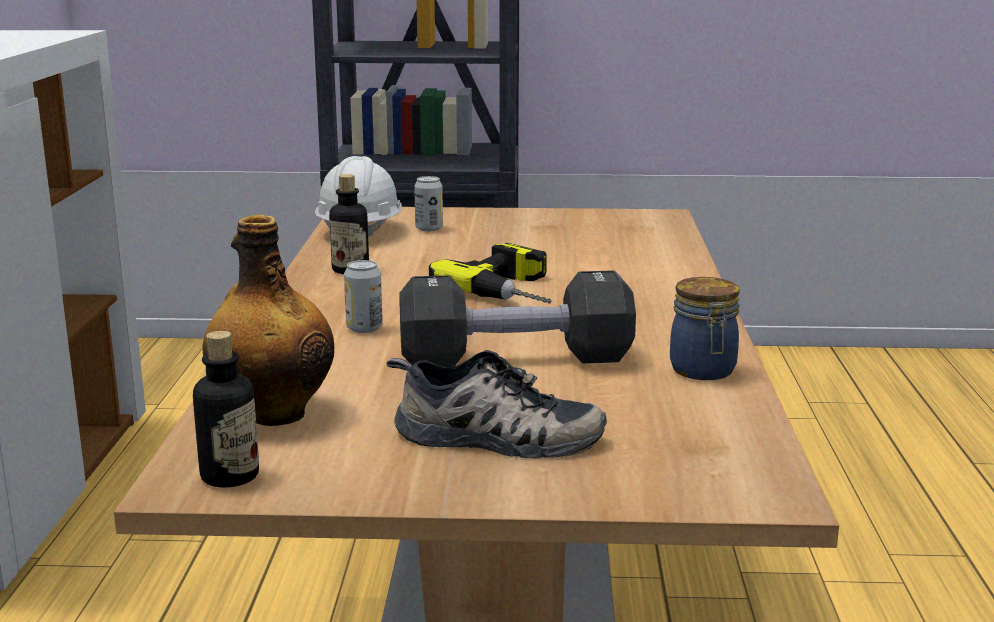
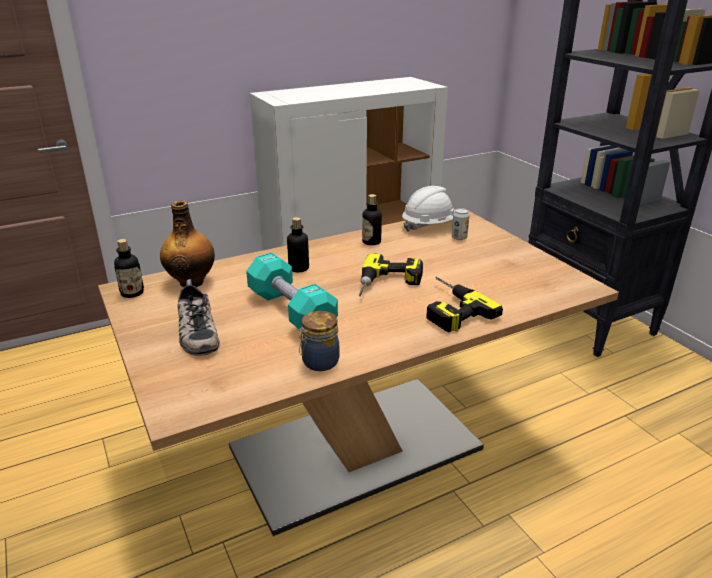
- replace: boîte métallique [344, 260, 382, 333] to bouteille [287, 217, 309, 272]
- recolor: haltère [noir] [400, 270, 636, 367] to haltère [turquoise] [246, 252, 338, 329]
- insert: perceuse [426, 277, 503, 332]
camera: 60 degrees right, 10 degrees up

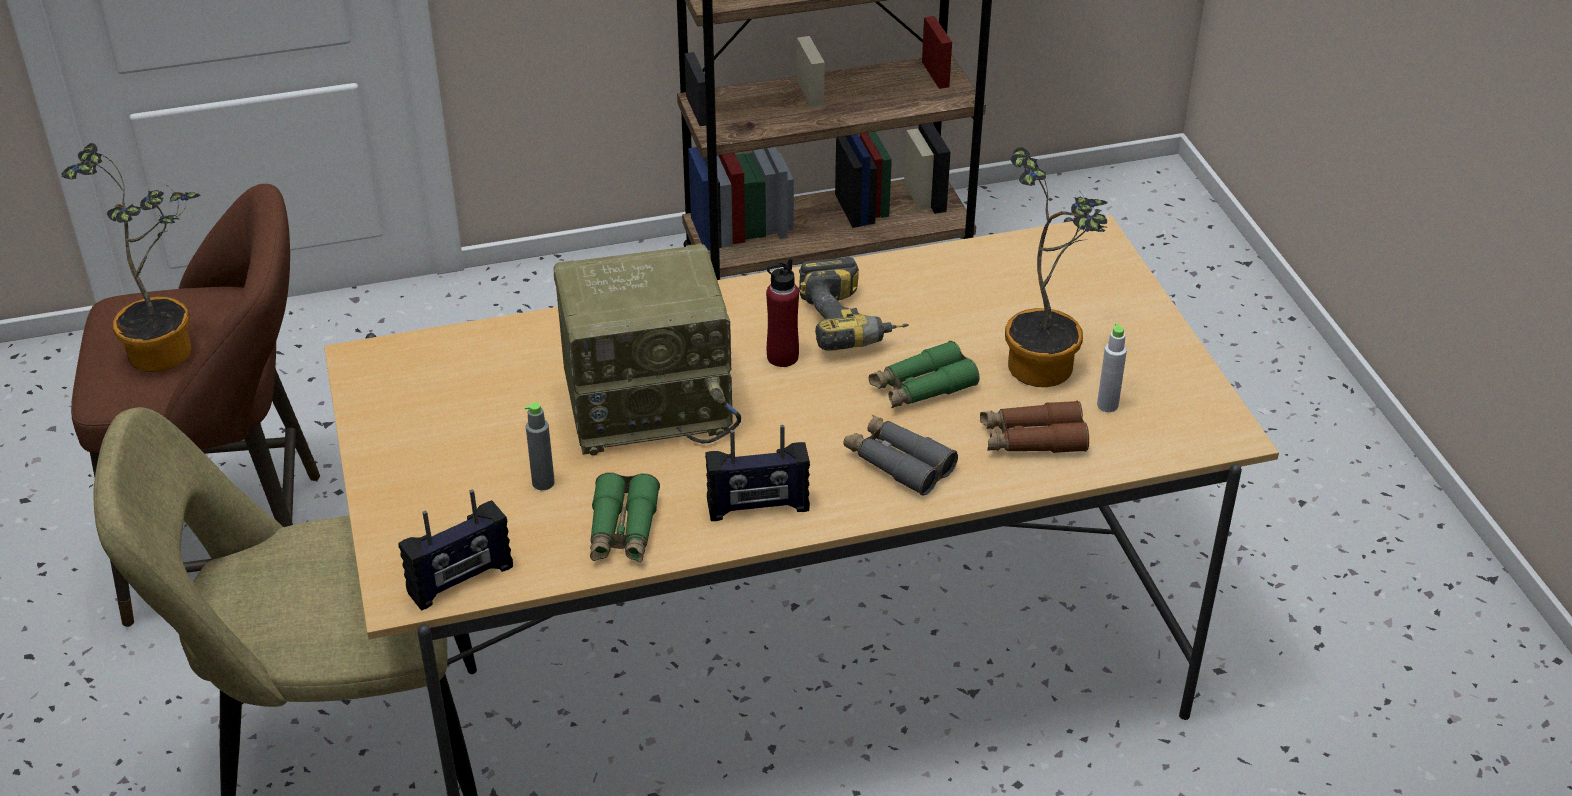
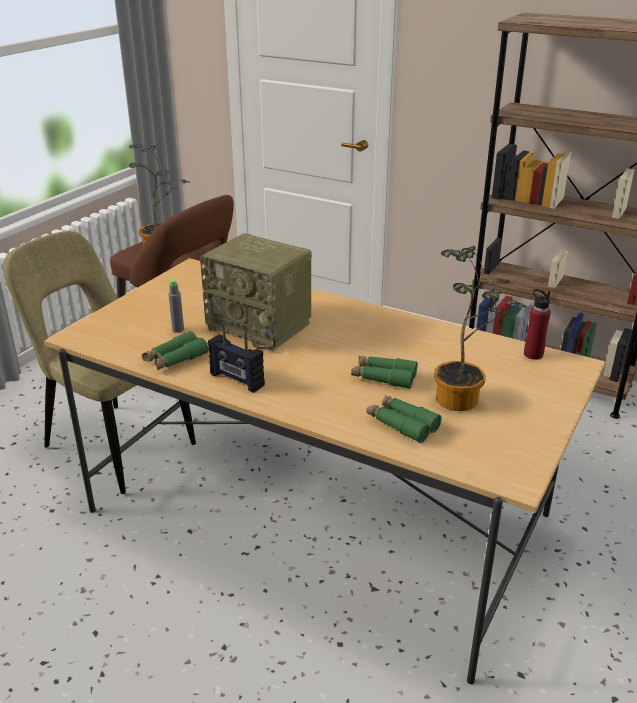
- delete: radio [398, 489, 513, 611]
- move: bouteille [rouge] [766, 258, 799, 367] to [524, 289, 551, 360]
- delete: perceuse [798, 257, 909, 351]
- delete: jumelles [gris] [843, 414, 958, 496]
- recolor: jumelles [marron] [980, 400, 1089, 453] to jumelles [vert] [367, 395, 442, 443]
- delete: bouteille [gris] [1097, 323, 1127, 412]
camera: 45 degrees right, 10 degrees down

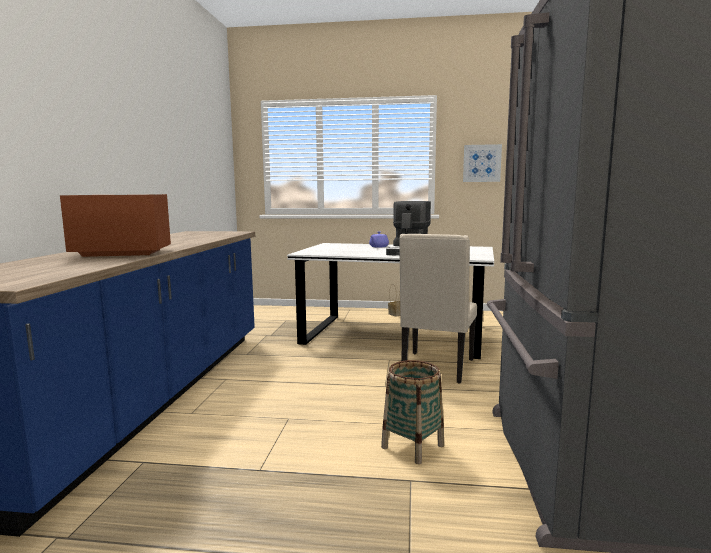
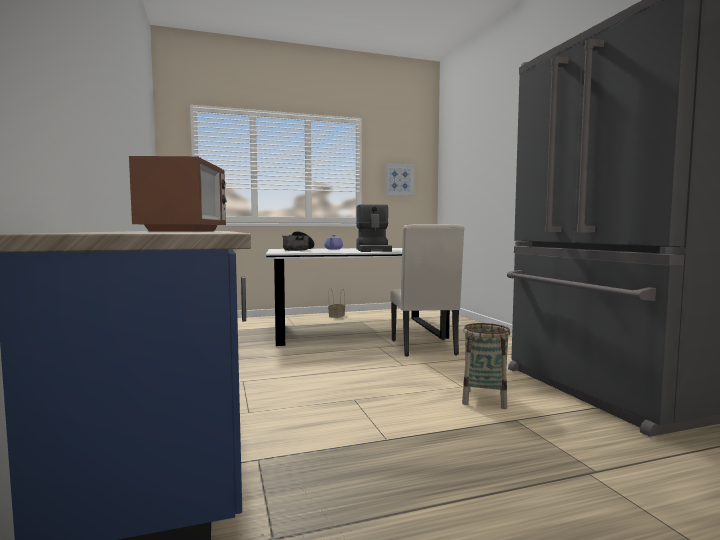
- rotate: micro-ondes [60, 194, 171, 257] = [129, 156, 227, 232] 120 degrees clockwise
- insert: marmite [282, 231, 315, 251]
camera: 25 degrees left, 5 degrees down

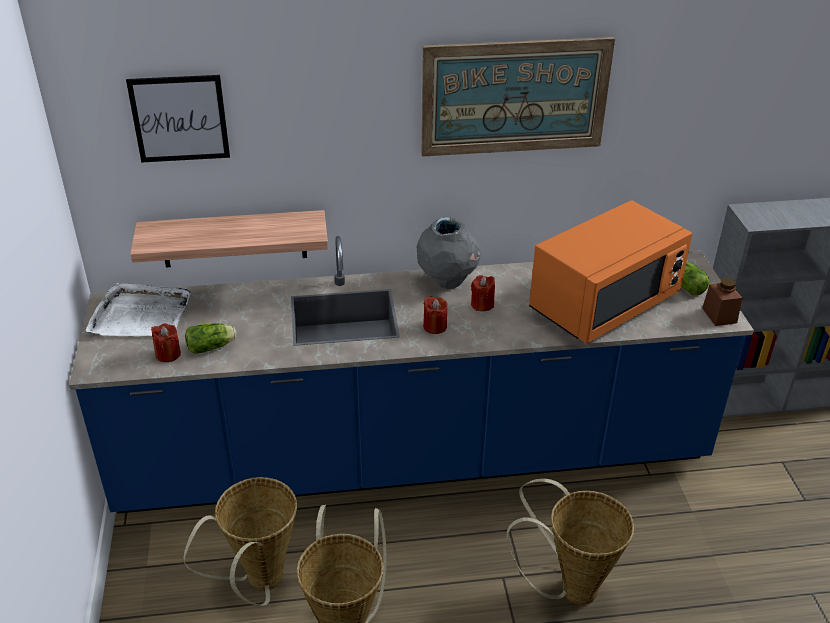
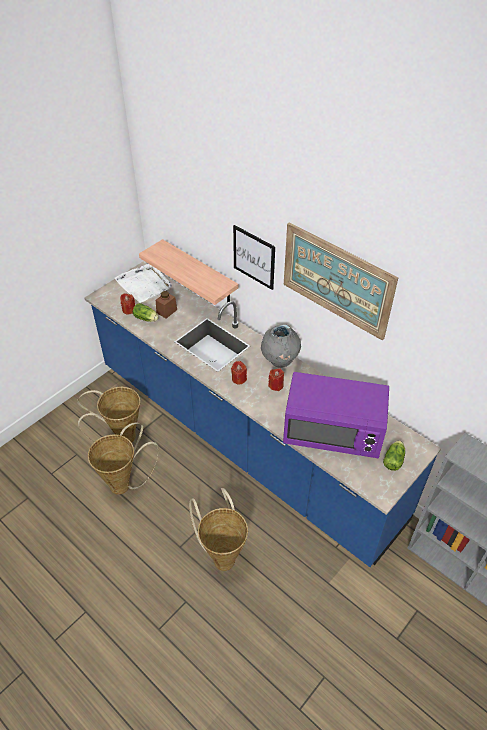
- move: tableau [126, 75, 230, 163] to [233, 225, 275, 290]
- recolor: micro-ondes [orange] [529, 201, 693, 343] to micro-ondes [violet] [283, 372, 389, 458]
- move: bocal [marron] [702, 277, 742, 326] to [156, 291, 177, 318]
camera: 50 degrees right, 10 degrees up

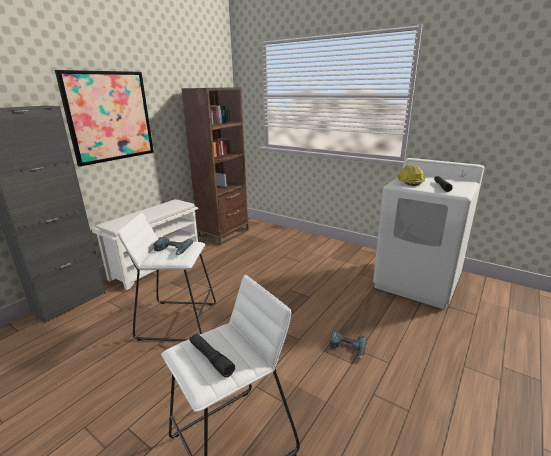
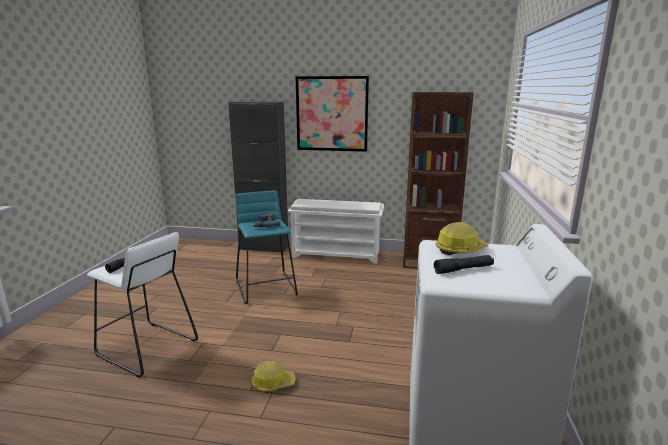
- recolor: tabouret [blanc] [118, 213, 216, 341] to tabouret [turquoise] [235, 191, 298, 304]
- replace: perceuse [329, 330, 367, 360] to casque de chantier [251, 361, 295, 392]
camera: 65 degrees right, 5 degrees down

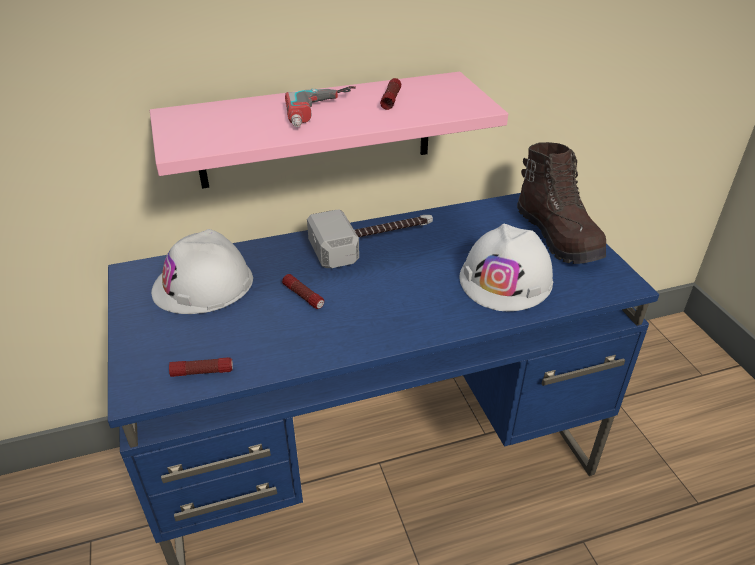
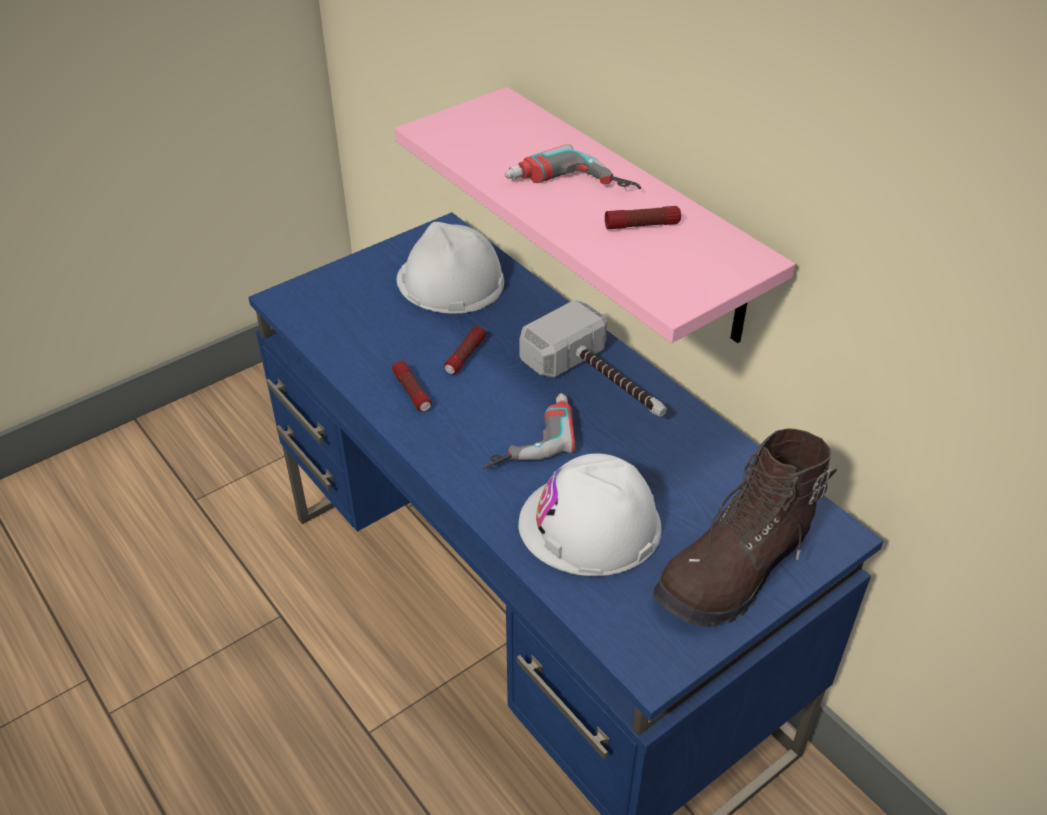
- move: lampe de poche [169, 357, 233, 377] to [392, 361, 432, 411]
- insert: perceuse [482, 393, 575, 469]
camera: 70 degrees right, 5 degrees up

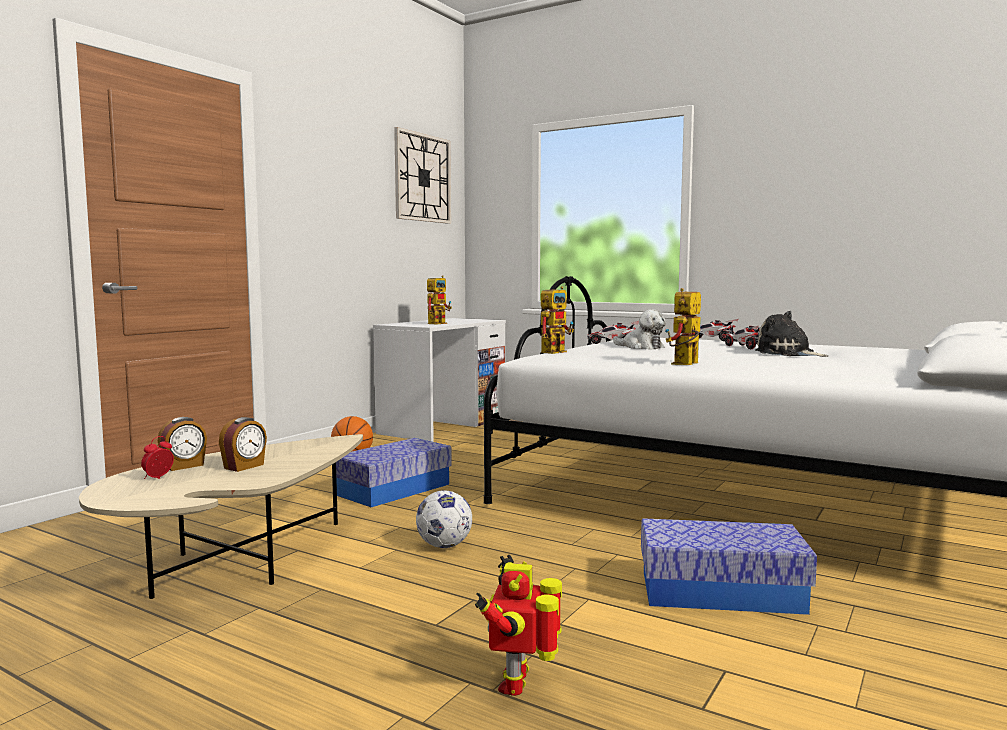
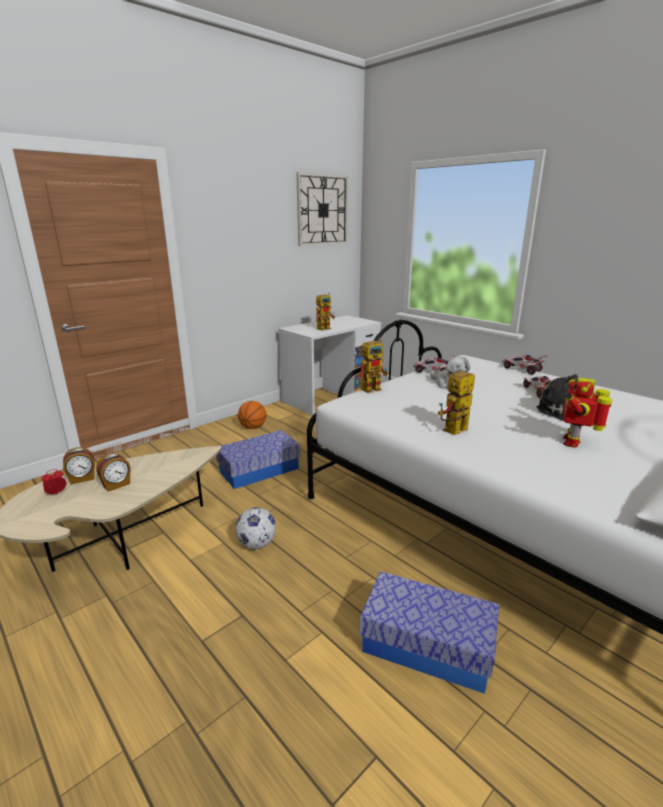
- move: robot jouet [475, 555, 562, 696] to [563, 375, 612, 448]
camera: 15 degrees right, 15 degrees up

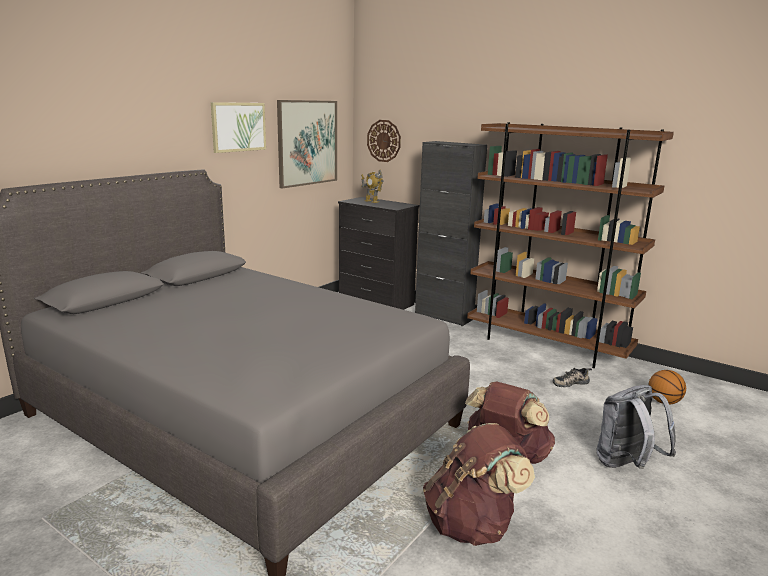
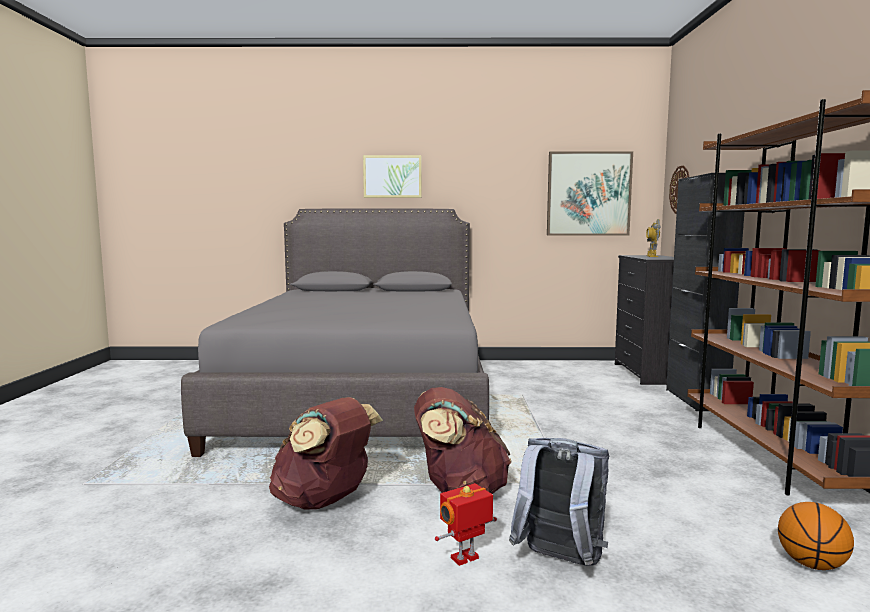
- move: tableau [211, 102, 266, 153] to [363, 155, 422, 198]
- delete: chaussure [553, 368, 592, 387]
- insert: robot jouet [435, 483, 497, 566]
camera: 55 degrees right, 10 degrees down

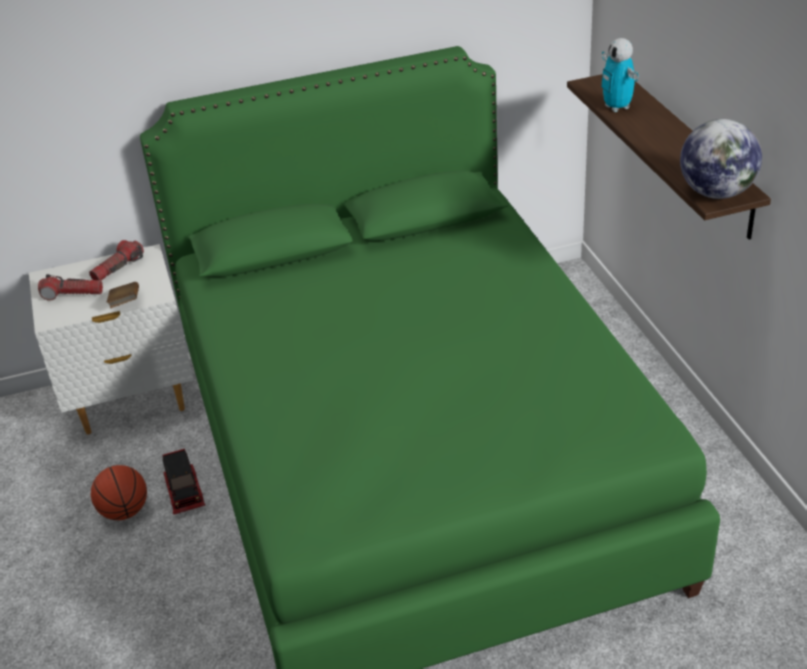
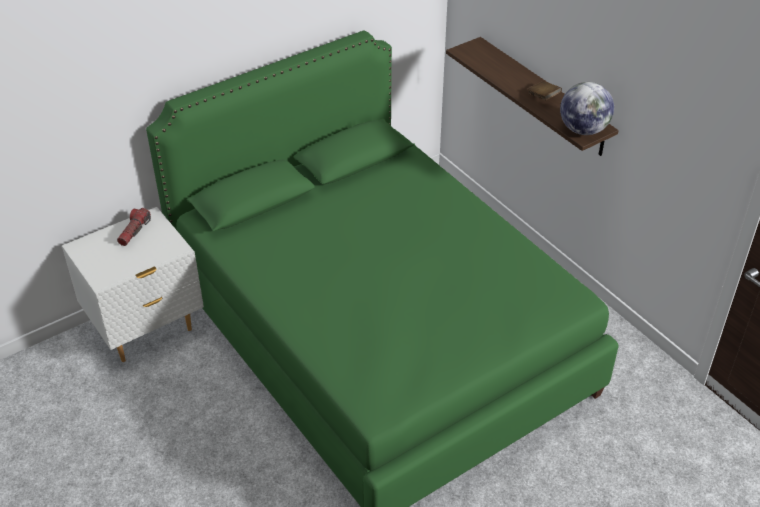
- delete: lampe de poche [38, 274, 103, 301]
- delete: ballon de basket [91, 465, 147, 520]
- move: livre [marron] [107, 282, 139, 308] to [527, 81, 562, 101]
- delete: camion jouet [162, 449, 205, 515]
- delete: robot jouet [601, 38, 639, 112]
camera: 20 degrees left, 5 degrees up

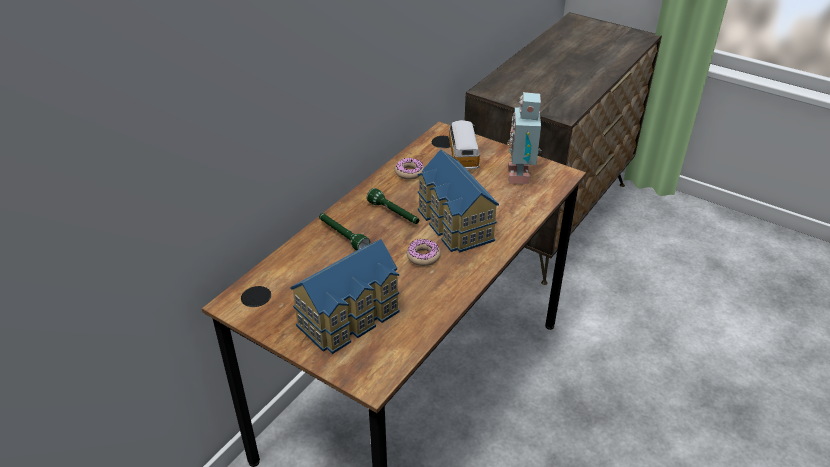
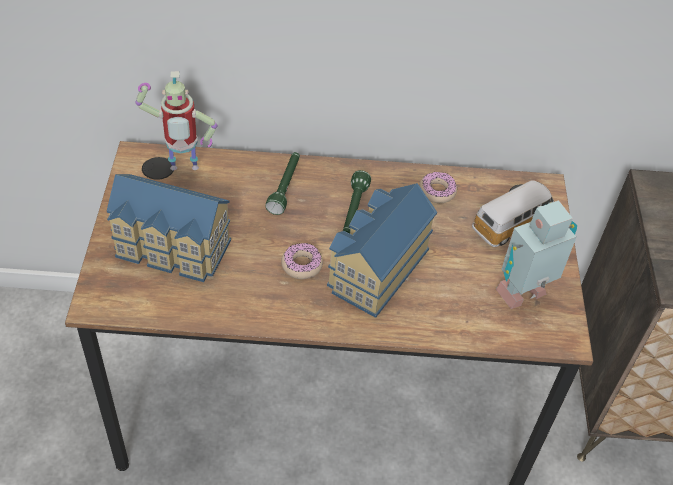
- insert: robot jouet [136, 71, 218, 170]
camera: 55 degrees right, 10 degrees up

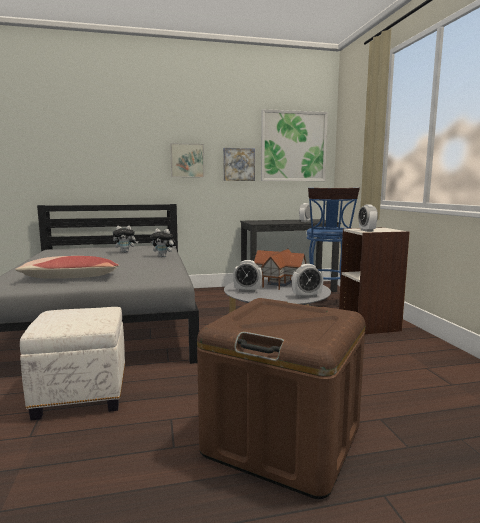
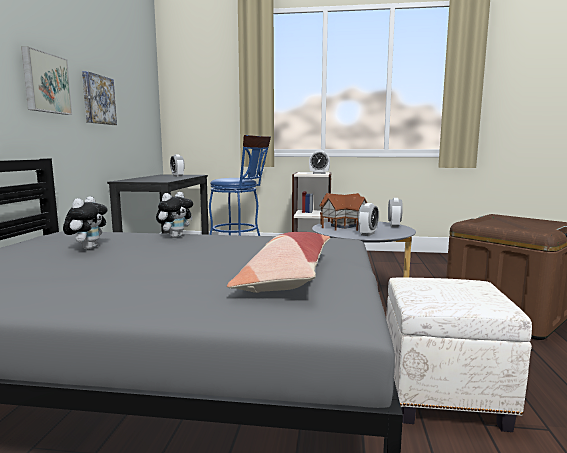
- delete: tableau [261, 109, 328, 181]
camera: 70 degrees left, 0 degrees up

